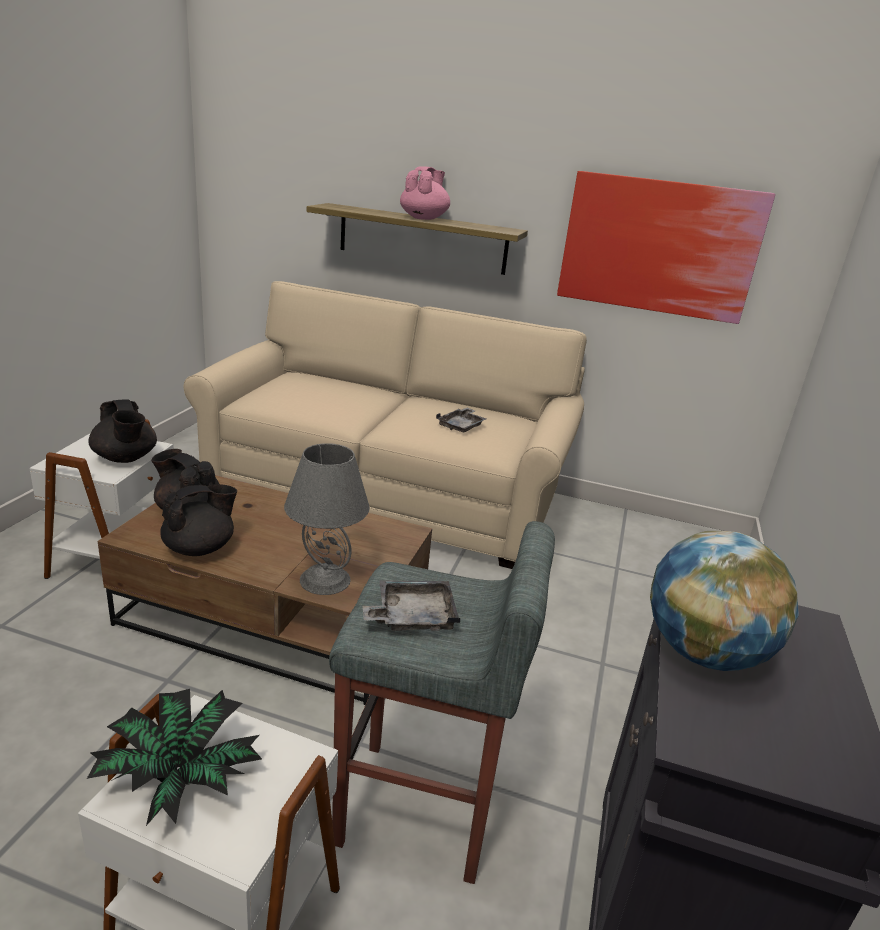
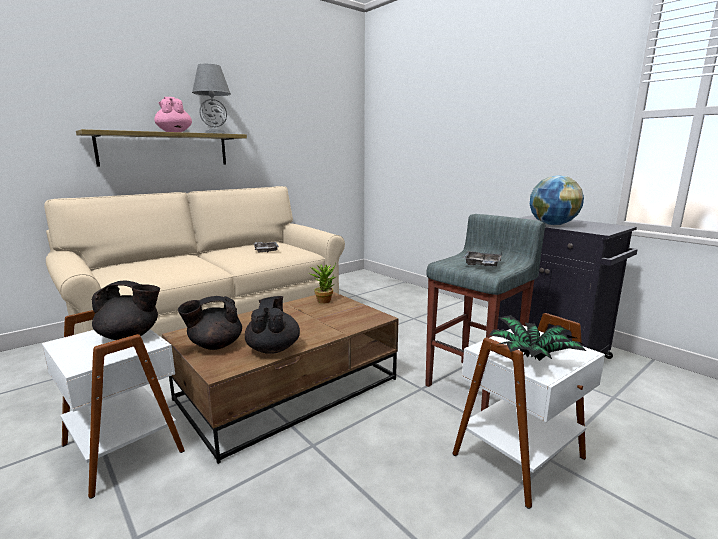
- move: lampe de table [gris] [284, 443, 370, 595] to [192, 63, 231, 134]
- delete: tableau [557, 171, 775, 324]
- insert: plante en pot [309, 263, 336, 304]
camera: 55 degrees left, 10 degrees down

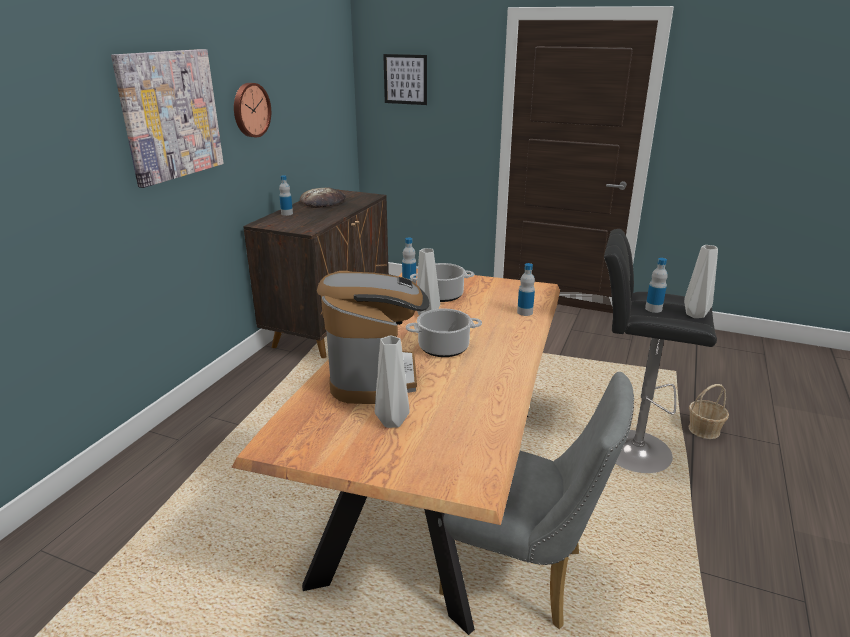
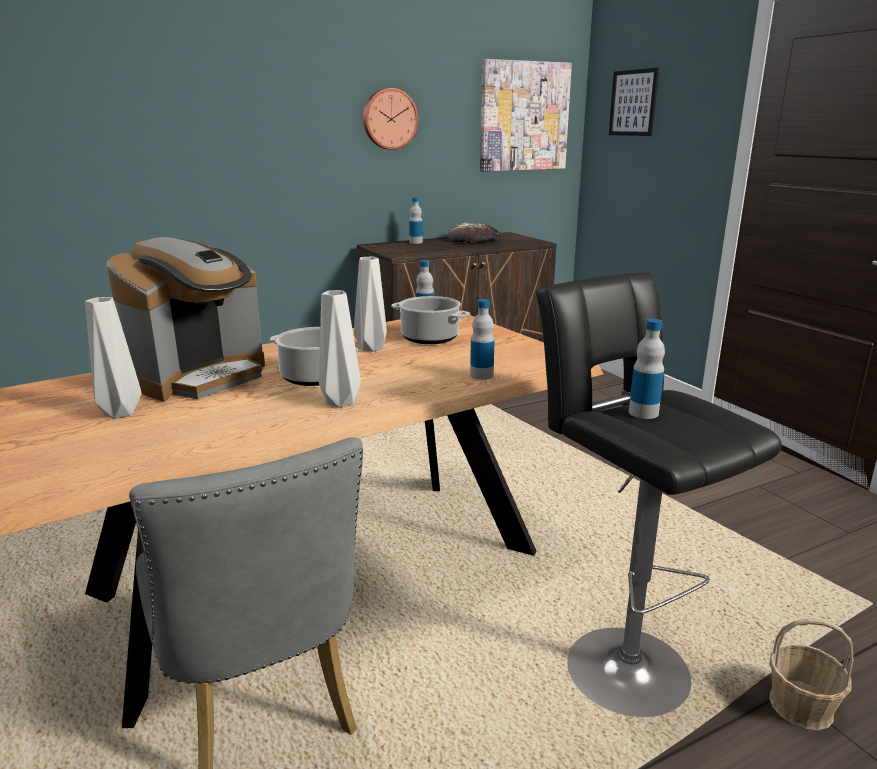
- move: tableau [111, 49, 224, 188] to [480, 59, 572, 172]
- move: vase [gris] [684, 245, 718, 318] to [319, 290, 361, 408]
camera: 40 degrees right, 5 degrees down

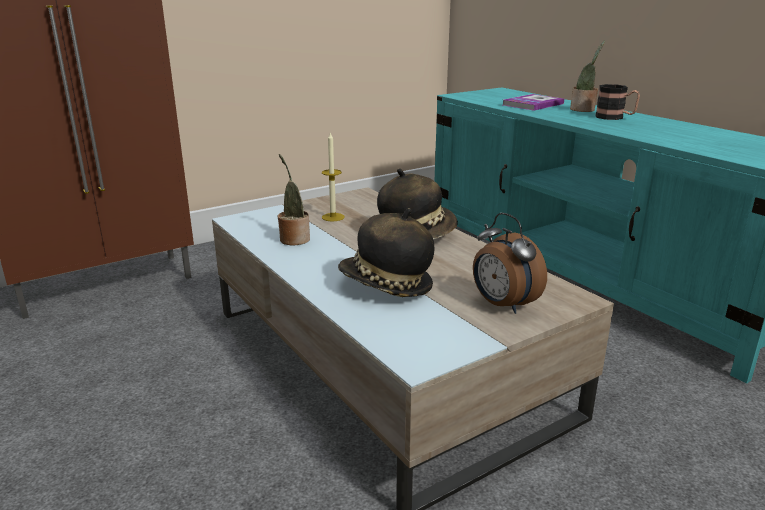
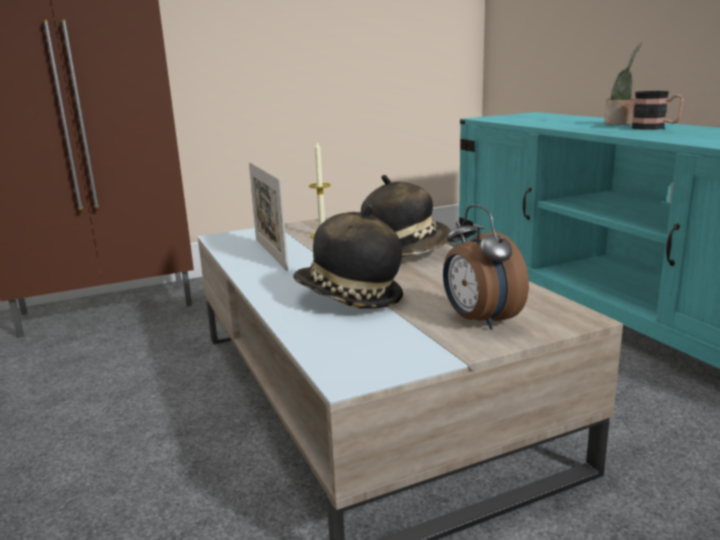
- replace: plante en pot [278, 154, 310, 245] to cadre photo [249, 162, 288, 271]
- delete: livre [503, 94, 564, 111]
camera: 10 degrees right, 5 degrees down

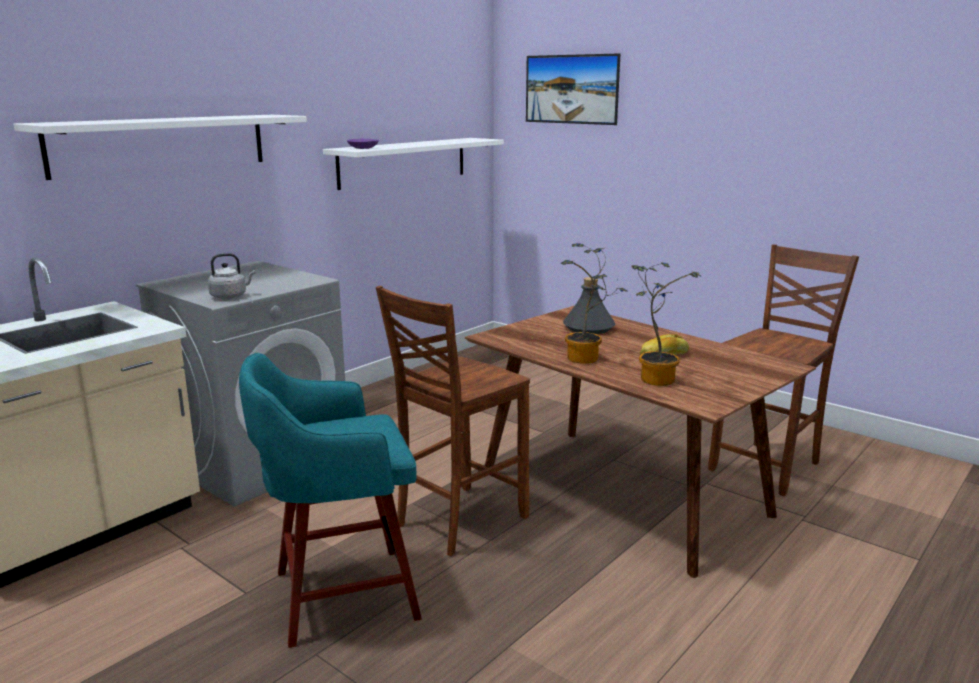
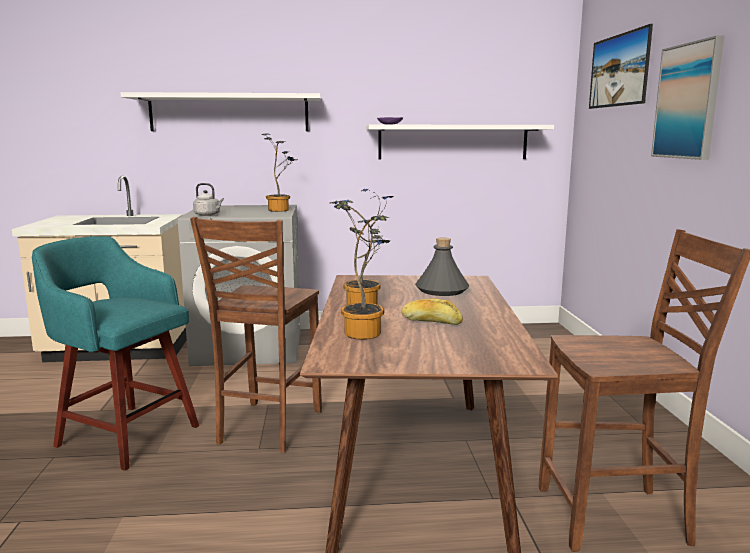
- rotate: chaise [marron] [376, 286, 530, 556] = [190, 217, 322, 453] 75 degrees counterclockwise
- insert: plante en pot [262, 133, 297, 212]
- insert: tableau [651, 35, 724, 160]
camera: 45 degrees right, 5 degrees down

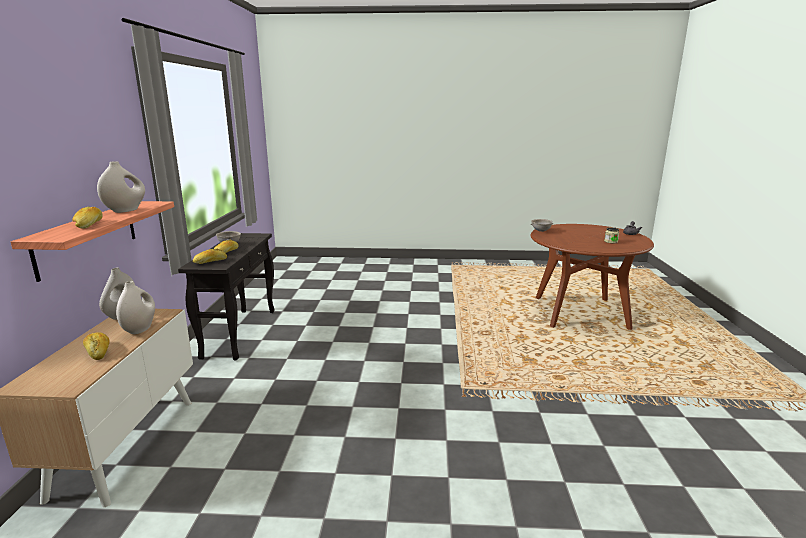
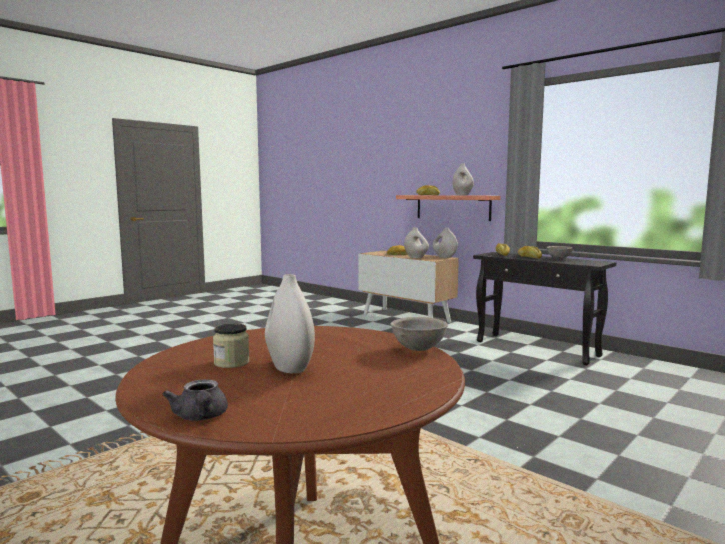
- insert: vase [blanc] [265, 274, 315, 373]
camera: 130 degrees right, 10 degrees down

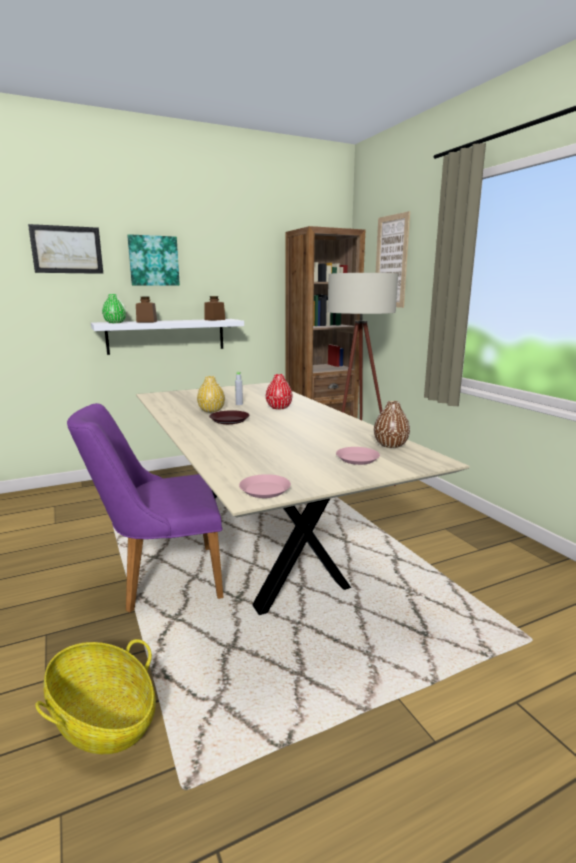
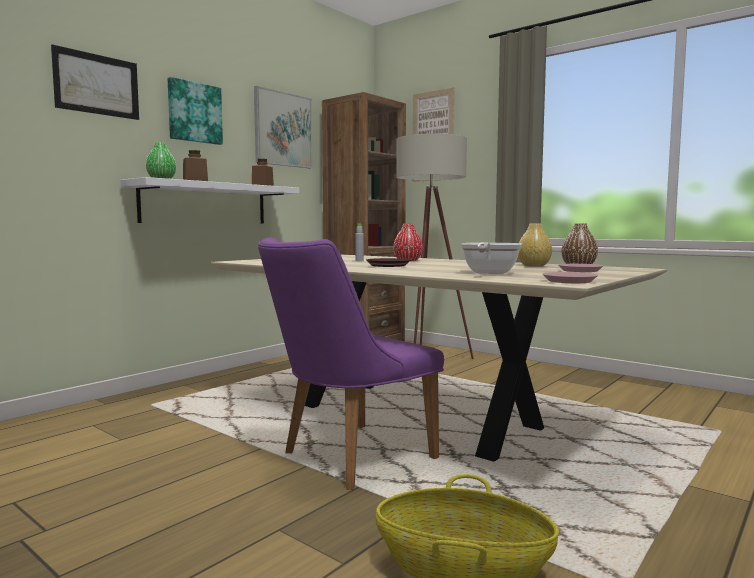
- move: vase [jaune] [197, 376, 225, 412] to [518, 224, 552, 267]
- insert: tableau [254, 86, 313, 168]
- insert: poêle [461, 242, 523, 274]
camera: 25 degrees left, 10 degrees down

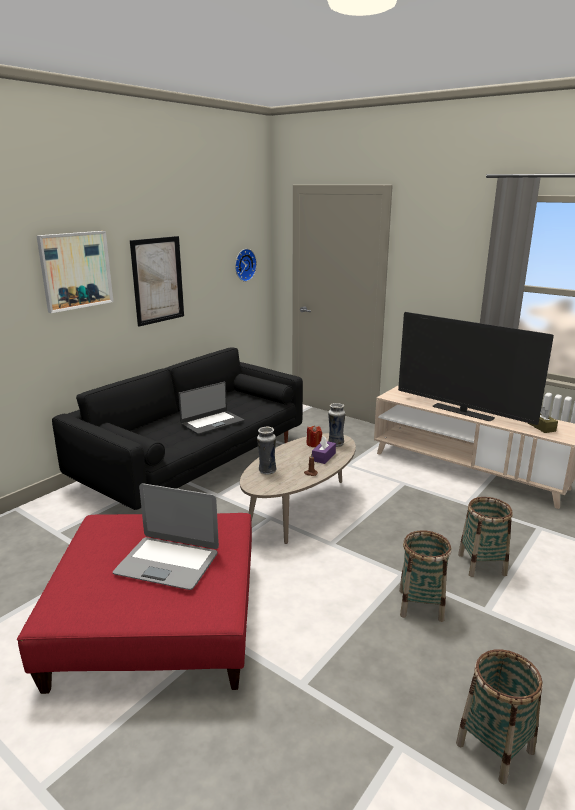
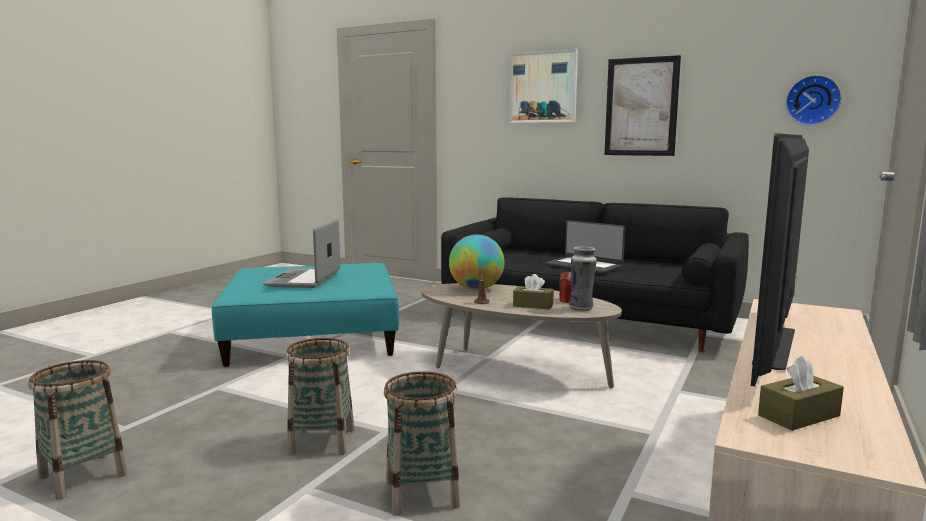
- recolor: pouf [rouge] [17, 513, 252, 694] to pouf [turquoise] [212, 263, 399, 367]
- replace: vase [257, 426, 276, 475] to globe [449, 235, 504, 290]
- recolor: boîte à mouchoirs [violet] [312, 436, 336, 464] to boîte à mouchoirs [marron] [513, 274, 554, 309]
camera: 80 degrees right, 10 degrees down

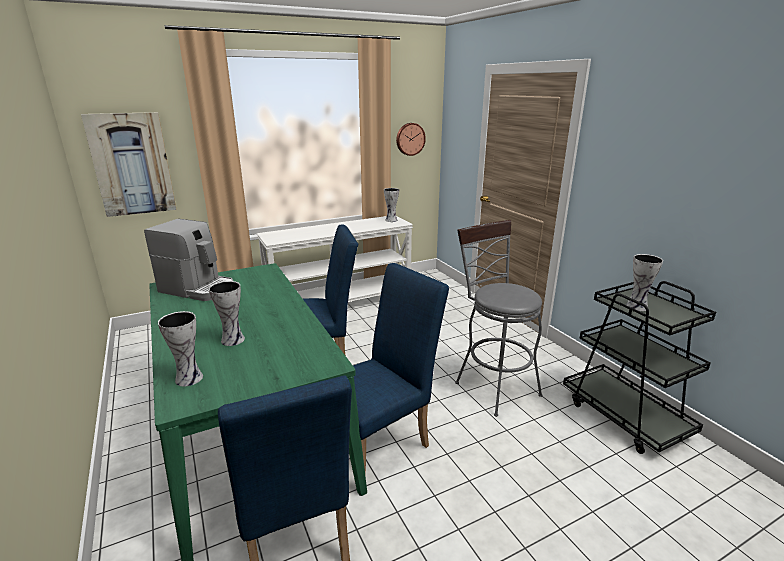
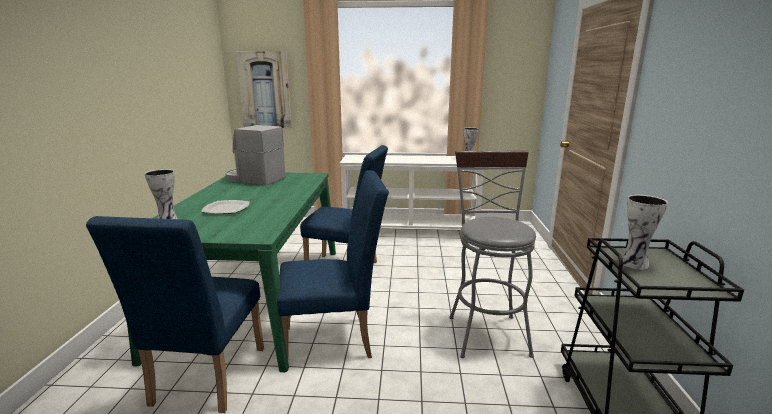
- rotate: machine à café [144, 219, 233, 301] = [225, 125, 286, 186] 150 degrees clockwise
- replace: vase [209, 281, 245, 346] to assiette [201, 200, 250, 214]
- delete: horloge murale [396, 123, 426, 156]
camera: 30 degrees right, 5 degrees down

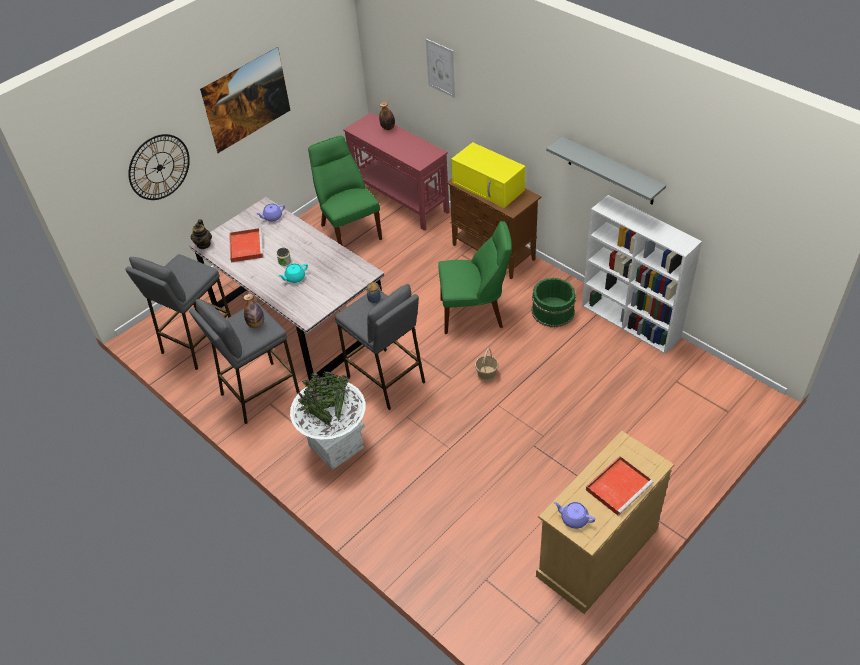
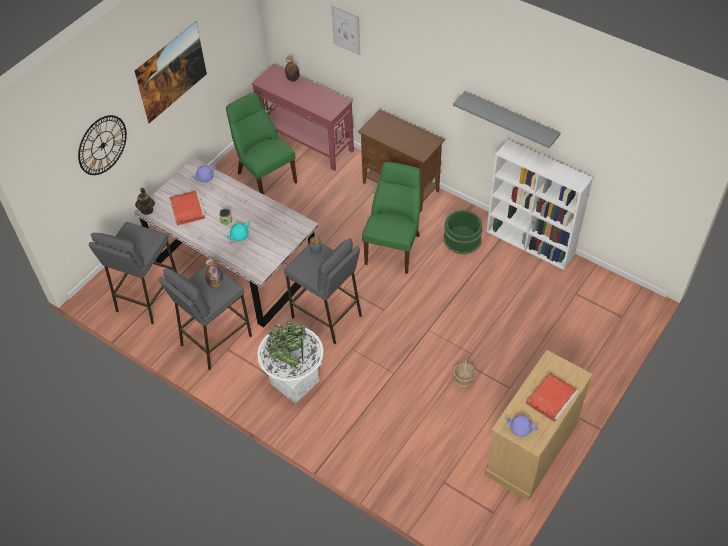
- rotate: chaise [vert] [438, 221, 512, 334] = [362, 162, 421, 274] 60 degrees counterclockwise
- delete: micro-ondes [jaune] [451, 142, 525, 208]
- move: panier [475, 348, 499, 382] to [454, 358, 476, 387]
camera: 10 degrees left, 5 degrees up

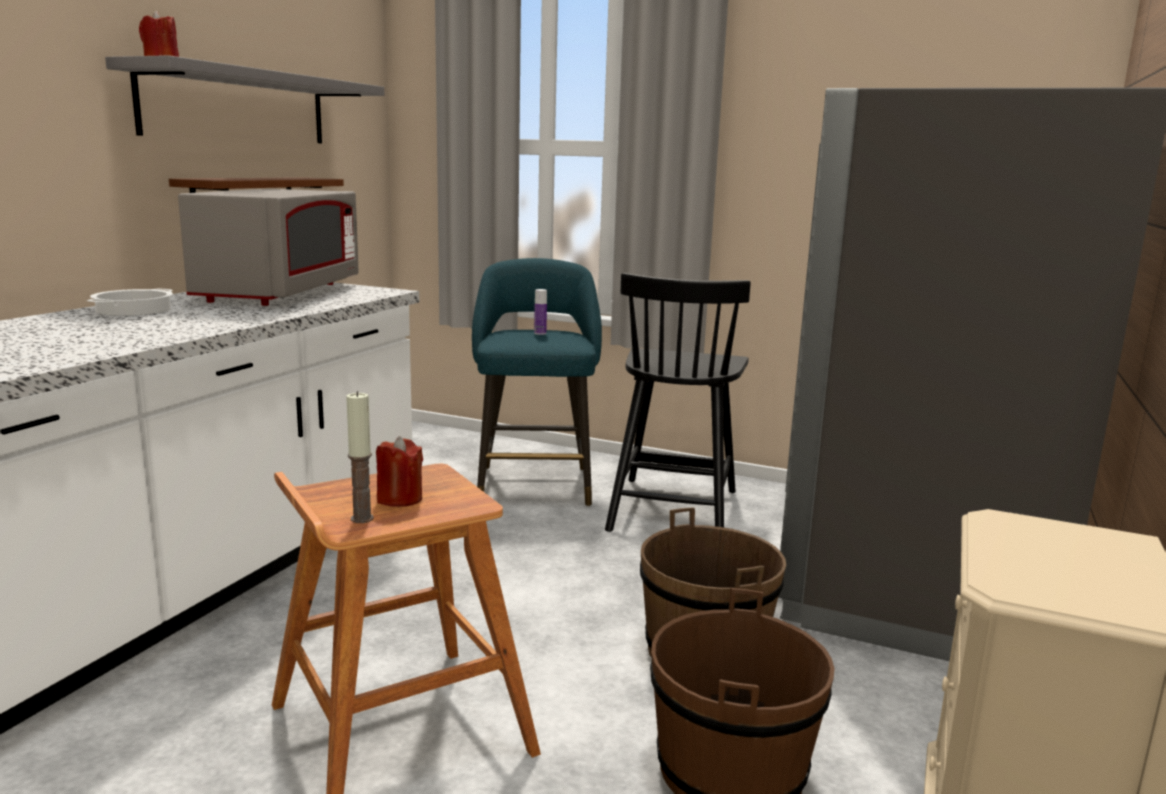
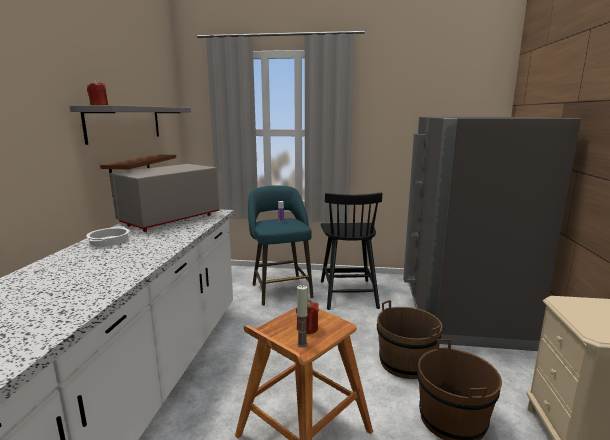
- rotate: micro-ondes [gris] [178, 189, 359, 306] = [110, 164, 219, 232] 135 degrees counterclockwise
camera: 15 degrees left, 0 degrees up

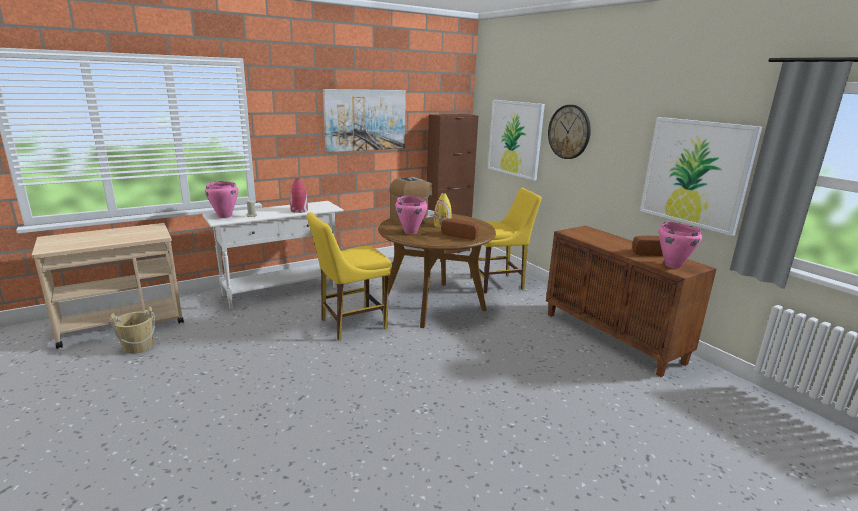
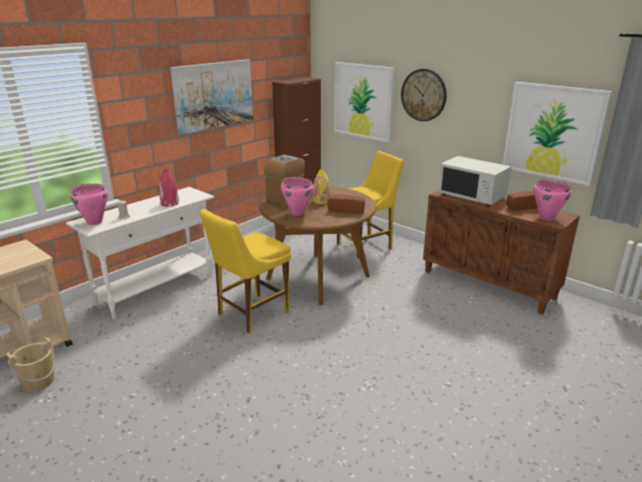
- insert: micro-ondes [blanc] [438, 156, 511, 207]
camera: 15 degrees left, 5 degrees up

